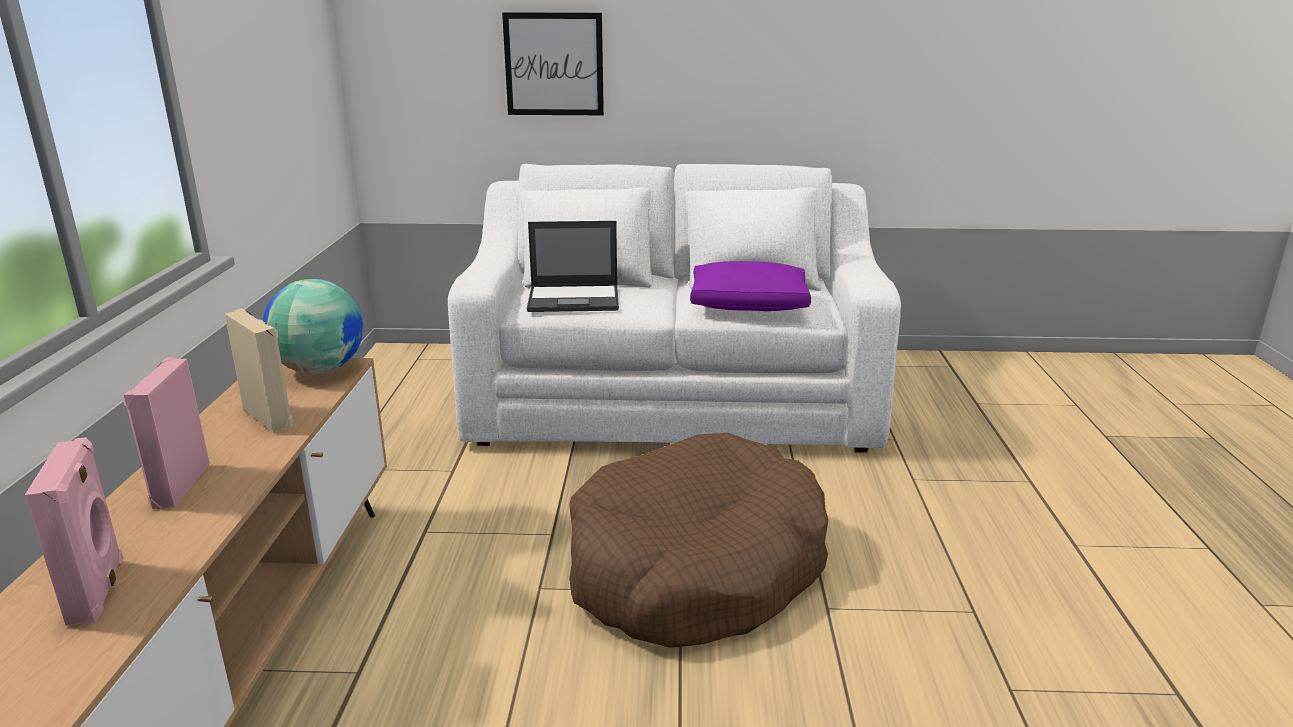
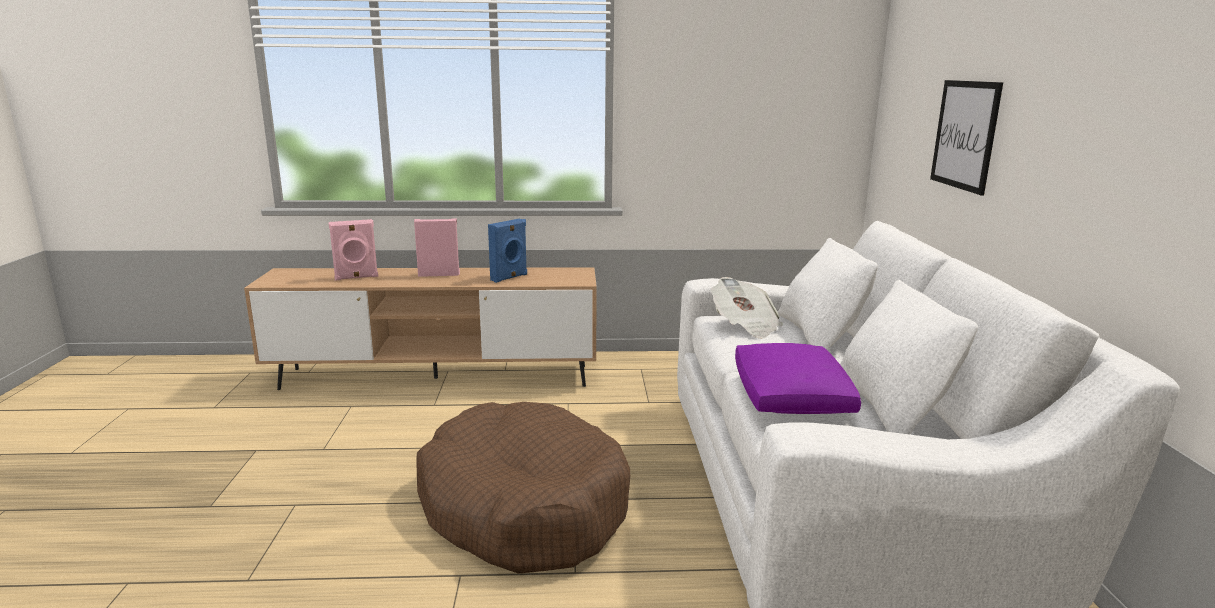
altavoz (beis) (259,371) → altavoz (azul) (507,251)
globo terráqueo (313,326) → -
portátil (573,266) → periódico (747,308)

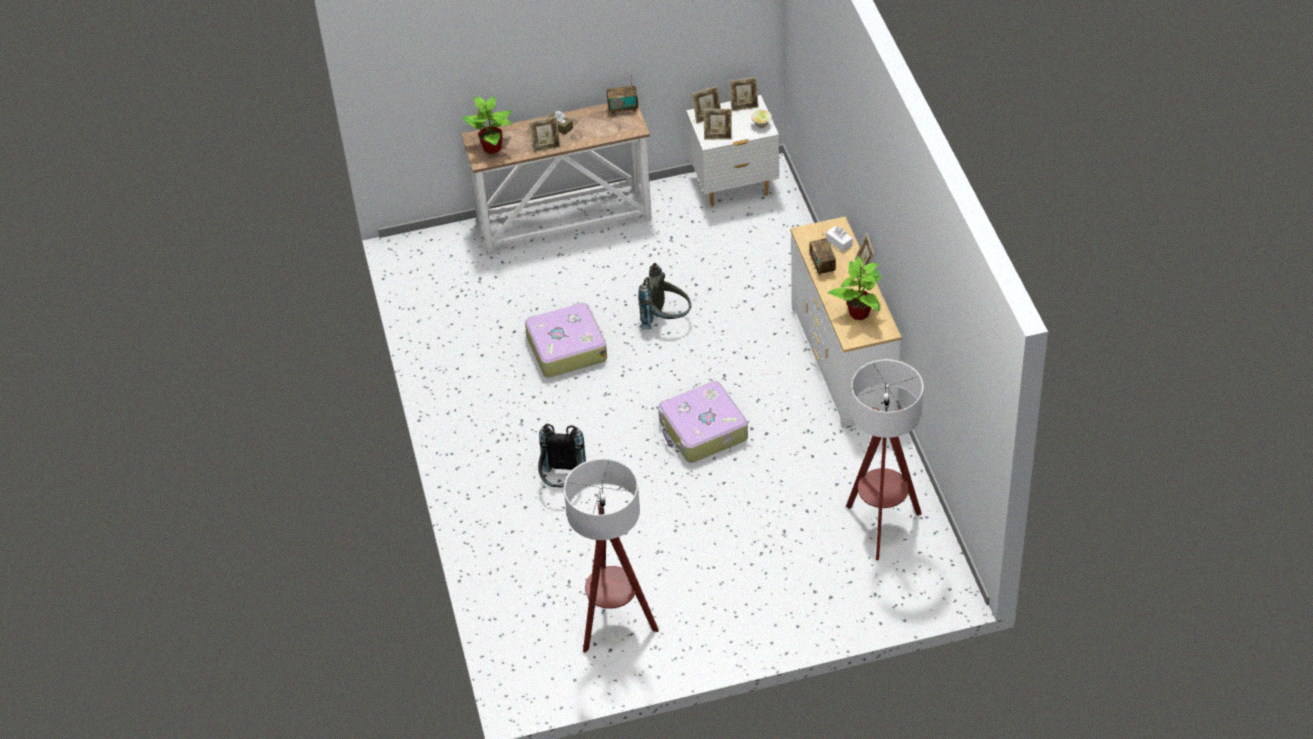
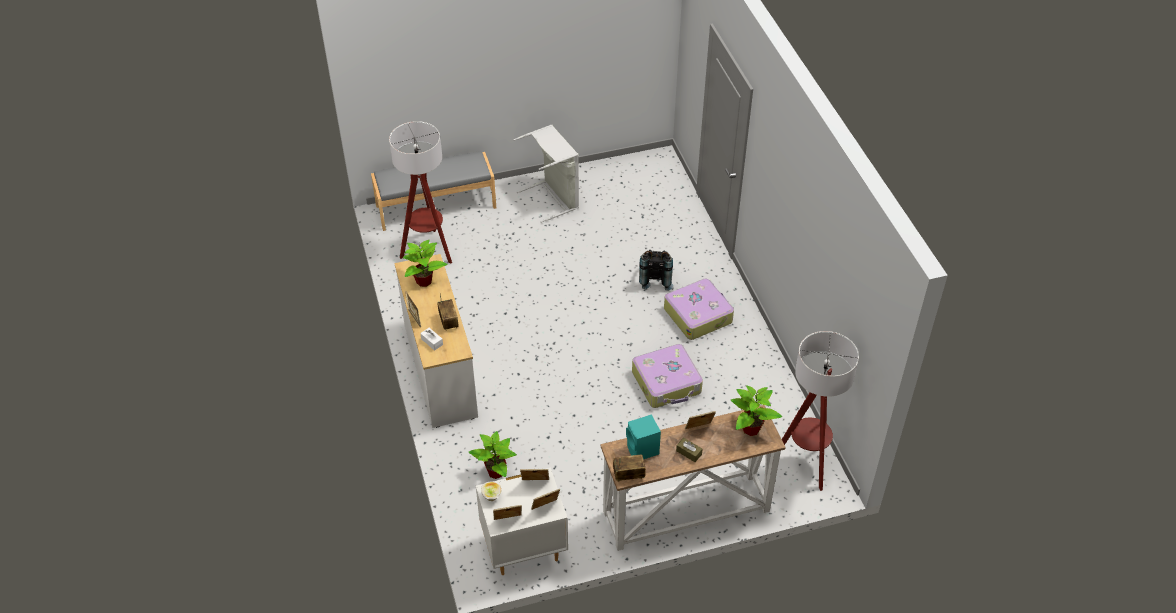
lámpara de pie (611,555) → lámpara de pie (820,411), moved
mochila (gris) (664,296) → -
maleta (703,422) → maleta (699,309), moved
- → banco (gris) (433,191)
- → planta en maceta (493,455)
- → cesto de la ropa (gris) (546,174)
- → altavoz (turquesa) (643,436)

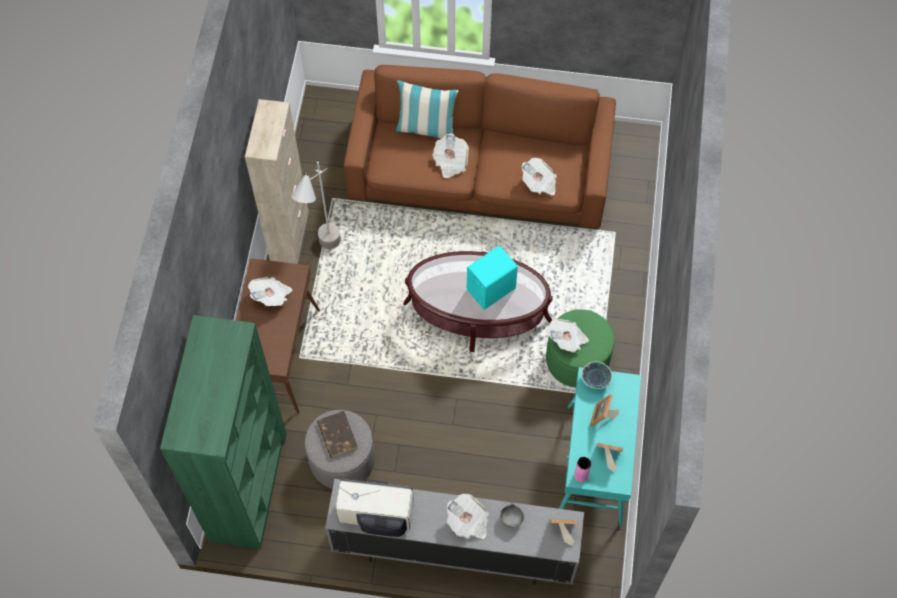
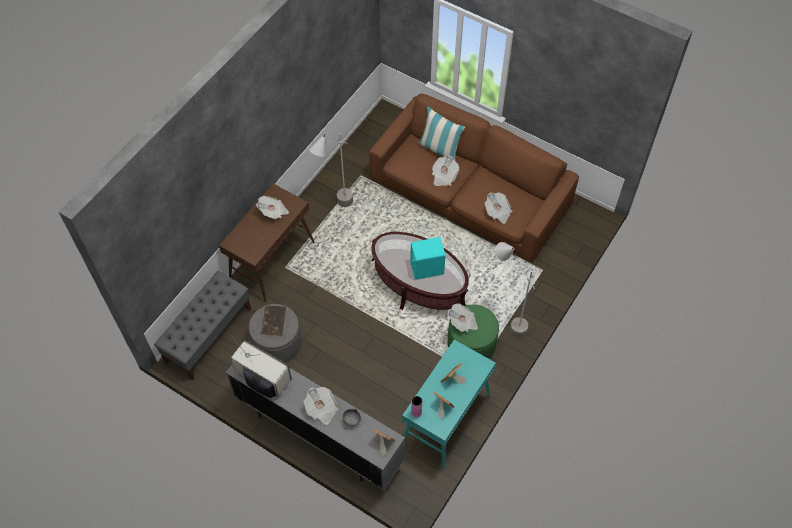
estantería (verde) (223,432) → banco (gris) (202,325)
armario (beis) (277,181) → -
cuenco (596,375) → -
- → lámpara de pie (gris) (515,290)

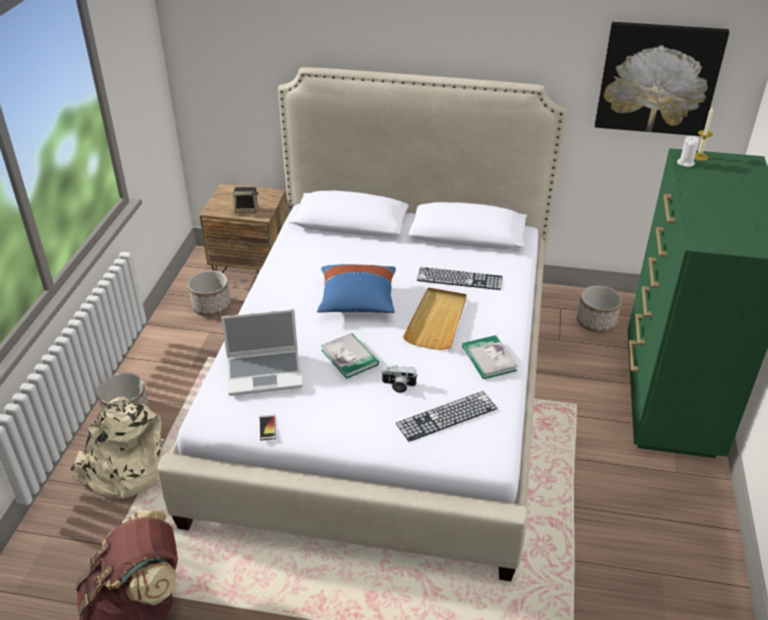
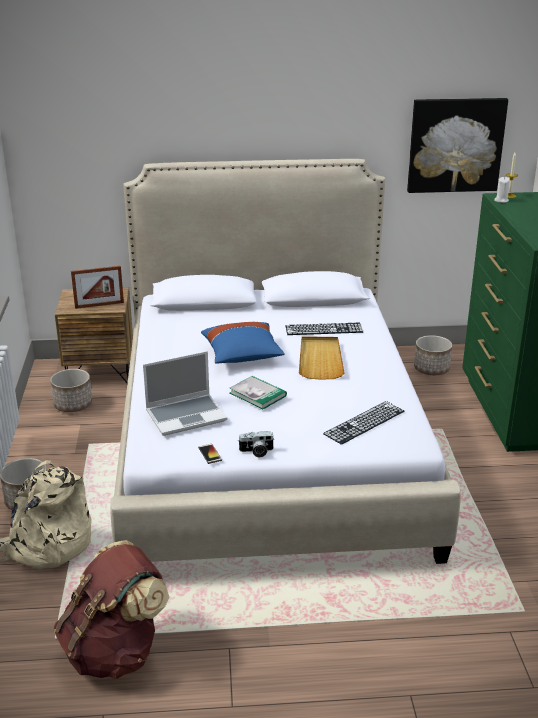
altavoz (245,200) → portarretratos (97,287)
cámara (399,379) → cámara (257,444), moved
libro (490,357) → -

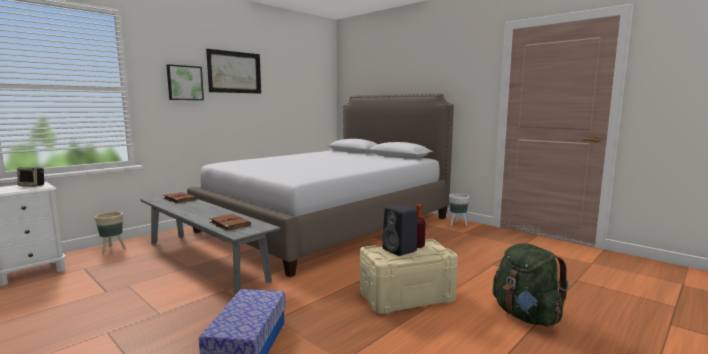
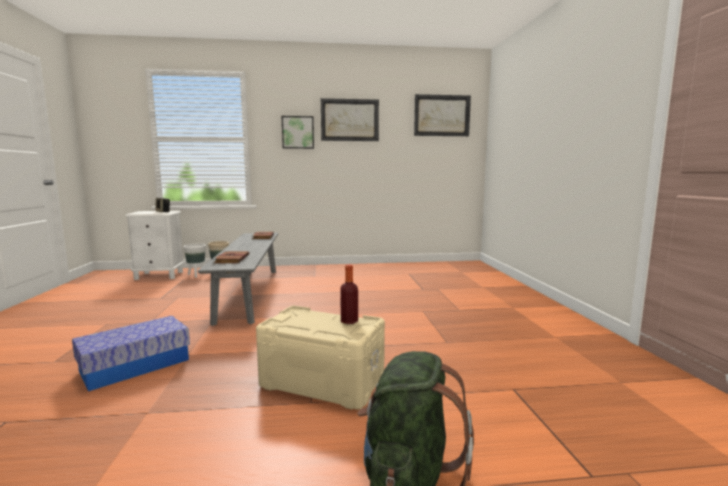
cama (320,185) → -
altavoz (negro) (399,230) → -
maceta (blanco) (459,210) → maceta (blanco) (194,260), moved
- → cuadro (442,115)

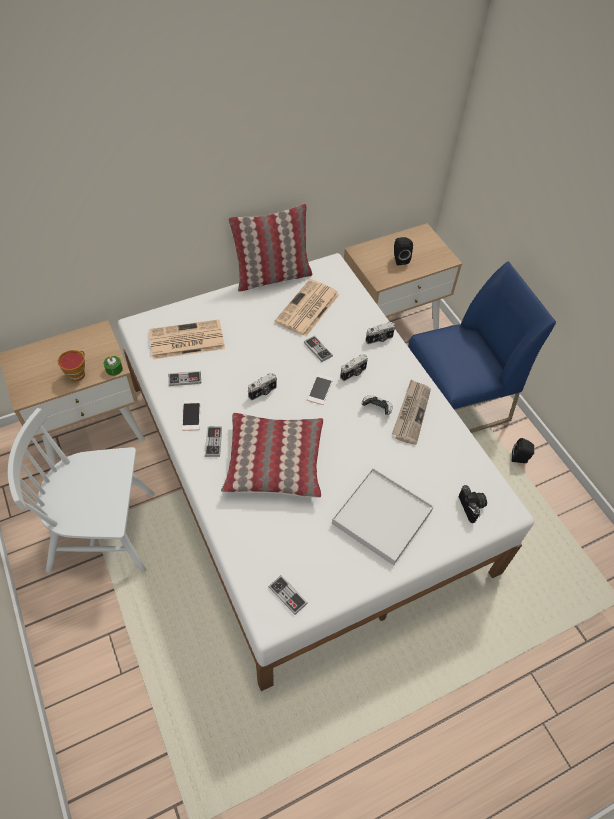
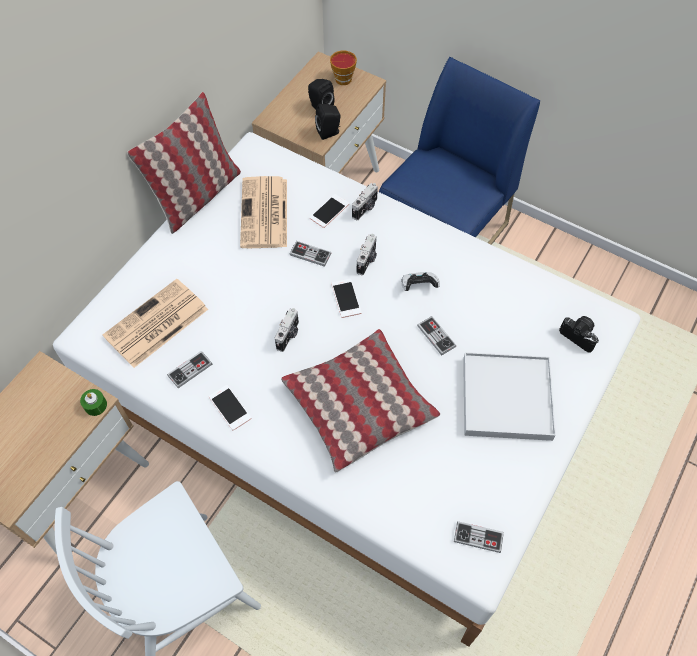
taza (71,366) → taza (343,68), moved
mando de consola (213,442) → mando de consola (436,336), moved
periódico (411,412) → -
altavoz (negro) (523,450) → altavoz (negro) (328,122), moved
- → móvil (329,211)

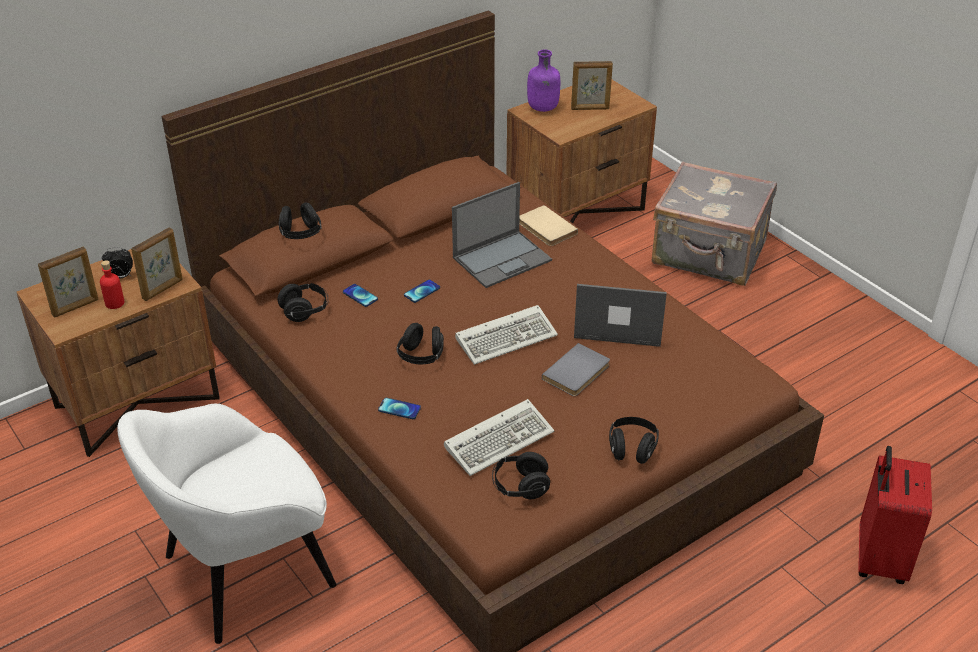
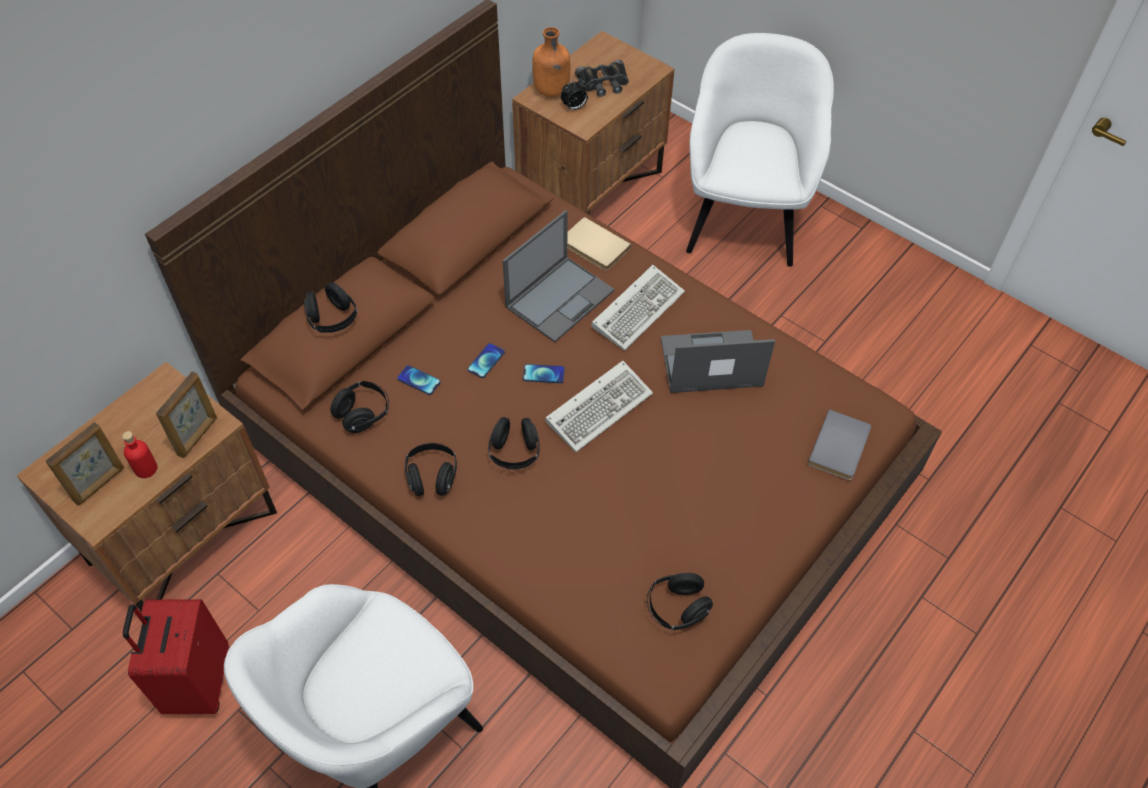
despertador (117,263) → despertador (574,94), moved
móvil (399,408) → móvil (543,373), moved
teclado (499,437) → teclado (638,308), moved
botella (morado) (543,81) → botella (naranja) (551,62)
libro (gris) (576,369) → libro (gris) (839,444), moved
portarretratos (592,85) → prismáticos (negro) (602,78)
auriculares (negro) (634,440) → auriculares (negro) (431,469), moved
maleta (gris) (714,224) → sillón (blanco) (760,150)
maleta (rojo) (895,515) → maleta (rojo) (176,656), moved

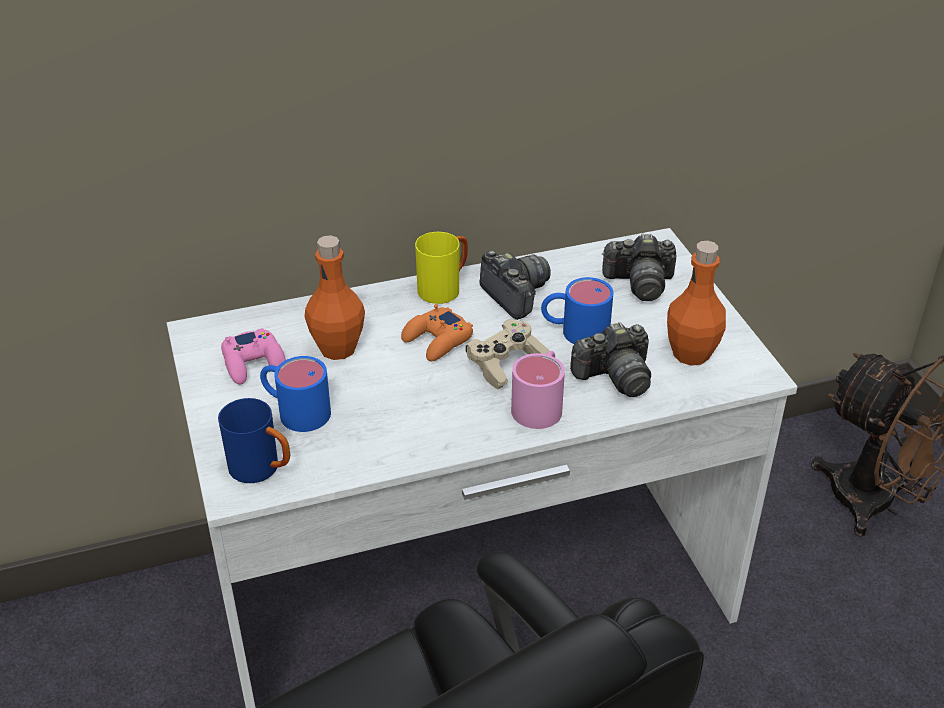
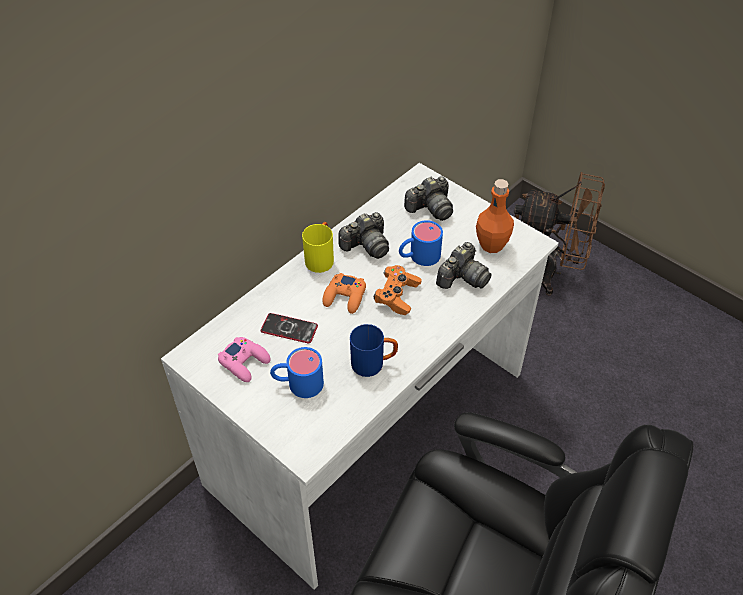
taza grande (azul) (254,440) → taza grande (azul) (374,350), moved
botella (naranja) (334,298) → móvil (289,328)
mando de consola (beis) (507,354) → mando de consola (naranja) (397,290)
cámara (515,285) → cámara (363,235), 120 degrees clockwise
taza grande (rosa) (538,390) → -

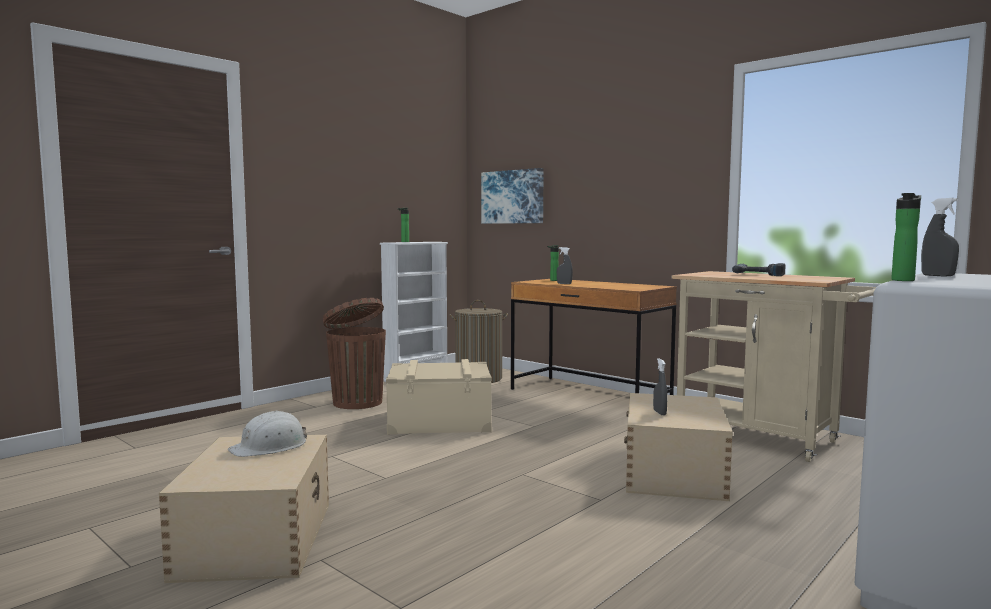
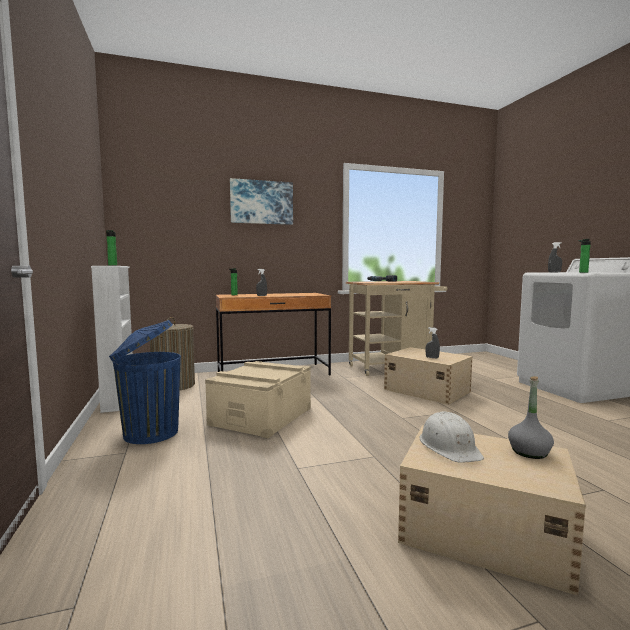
papelera (marrón) (354,353) → papelera (azul) (145,382)
cuadro (512,196) → cuadro (261,201), moved
- → botella (gris) (531,417)

